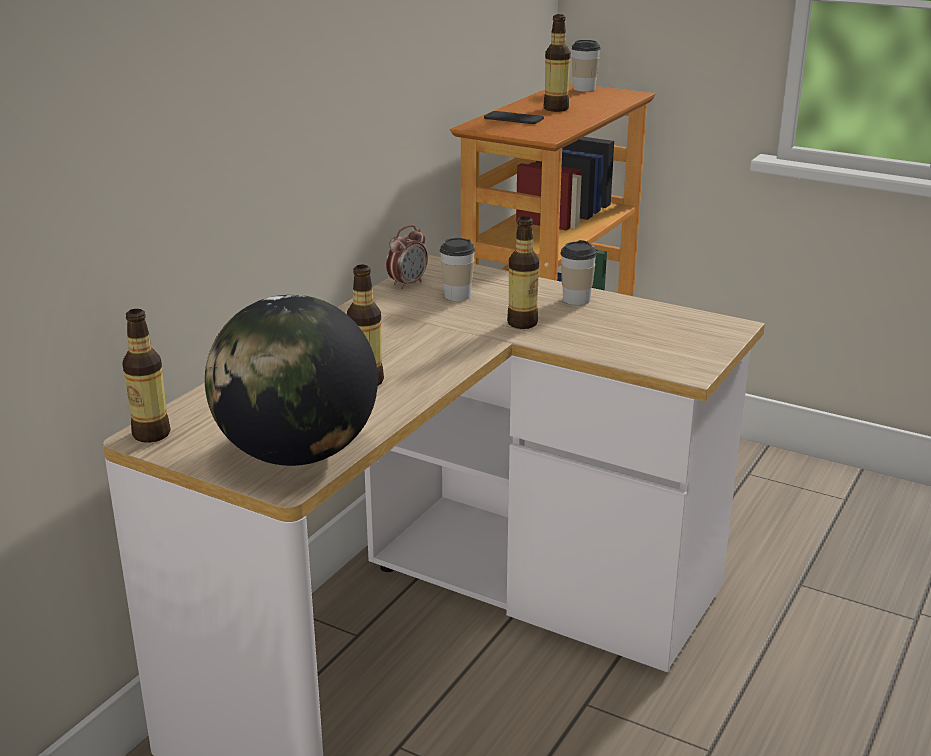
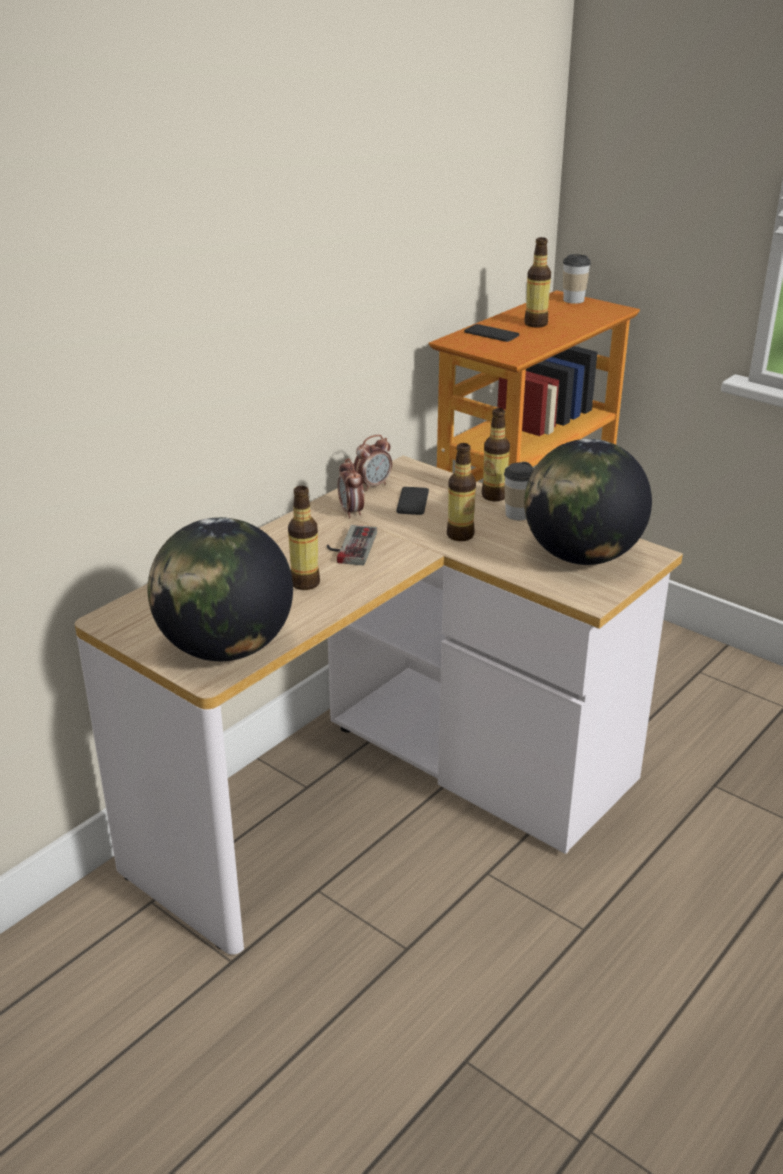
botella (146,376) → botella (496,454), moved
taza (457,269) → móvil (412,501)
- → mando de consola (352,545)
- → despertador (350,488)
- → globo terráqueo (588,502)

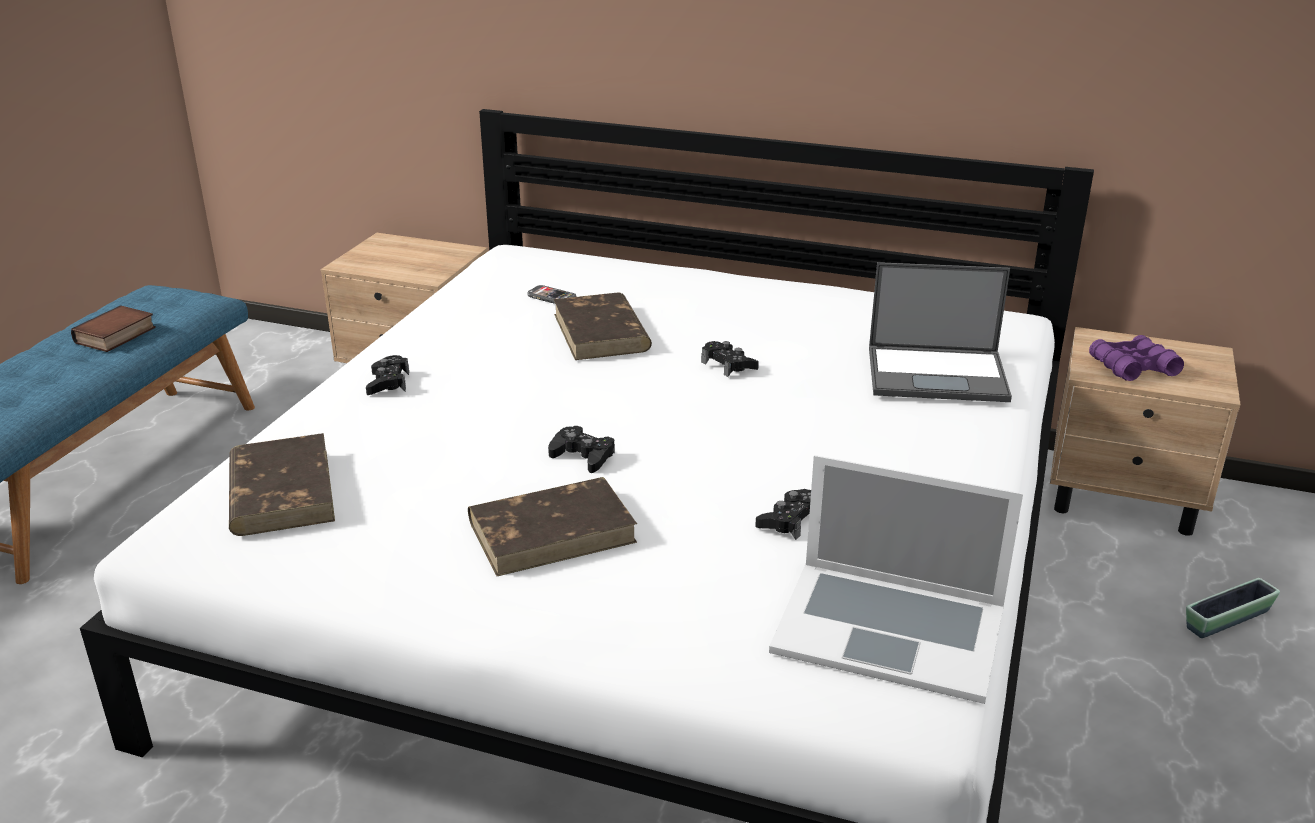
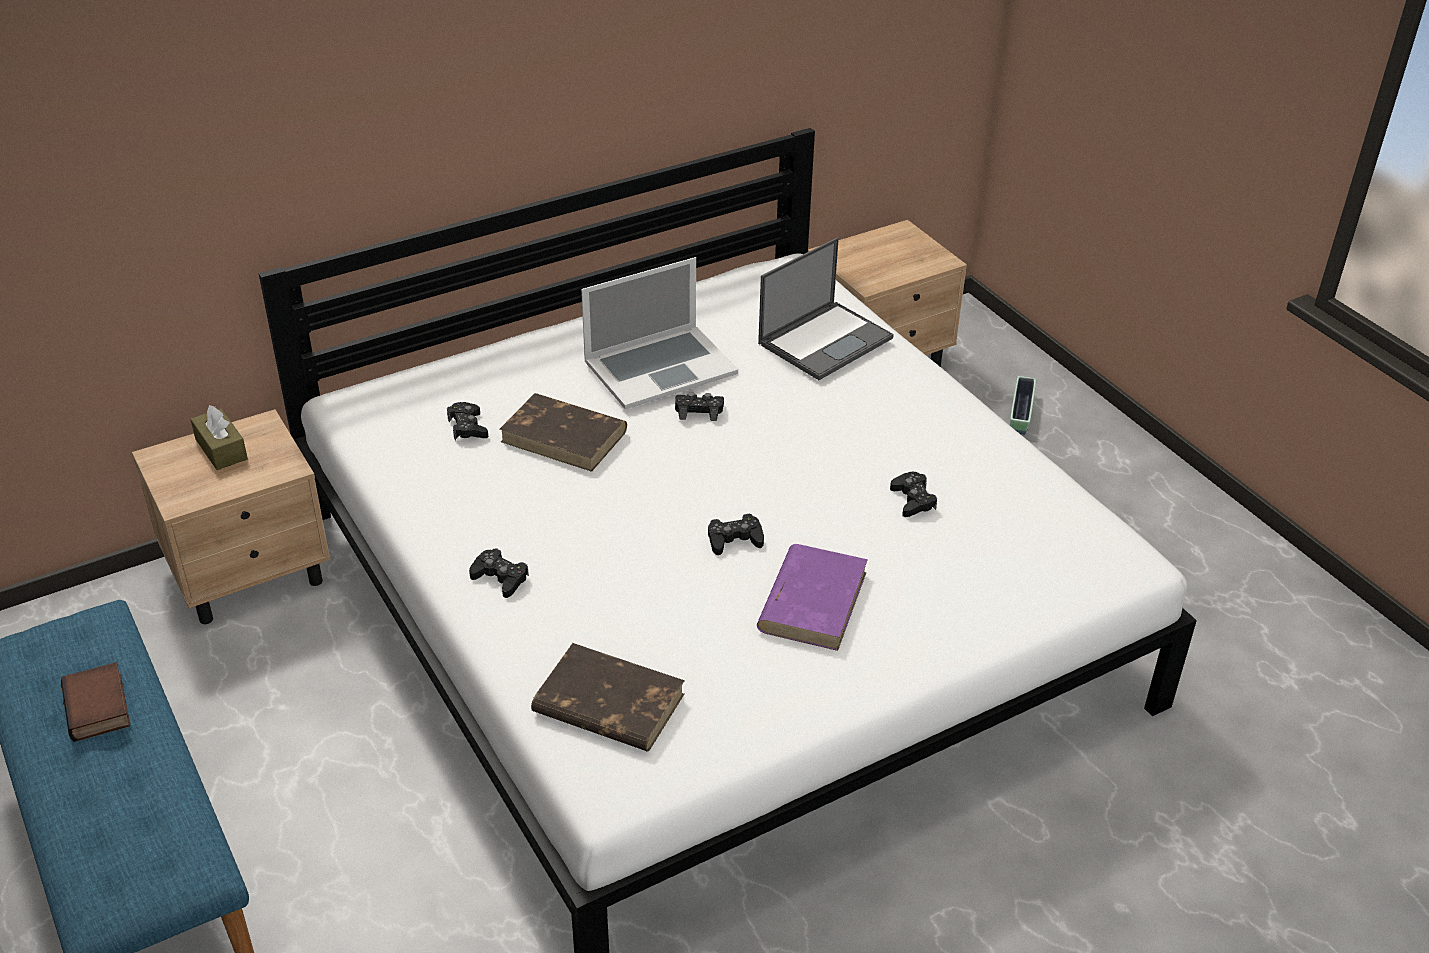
libro (marrón) (552,526) → libro (morado) (812,597)
móvil (552,294) → mando de consola (negro) (467,421)
portátil (896,579) → portátil (659,333), moved
prismáticos (morado) (1136,358) → -
- → caja de pañuelos (marrón) (219,437)

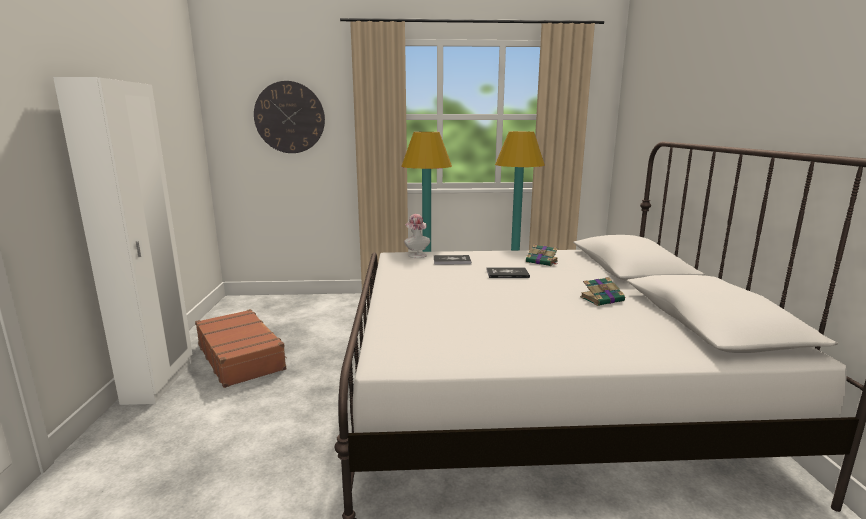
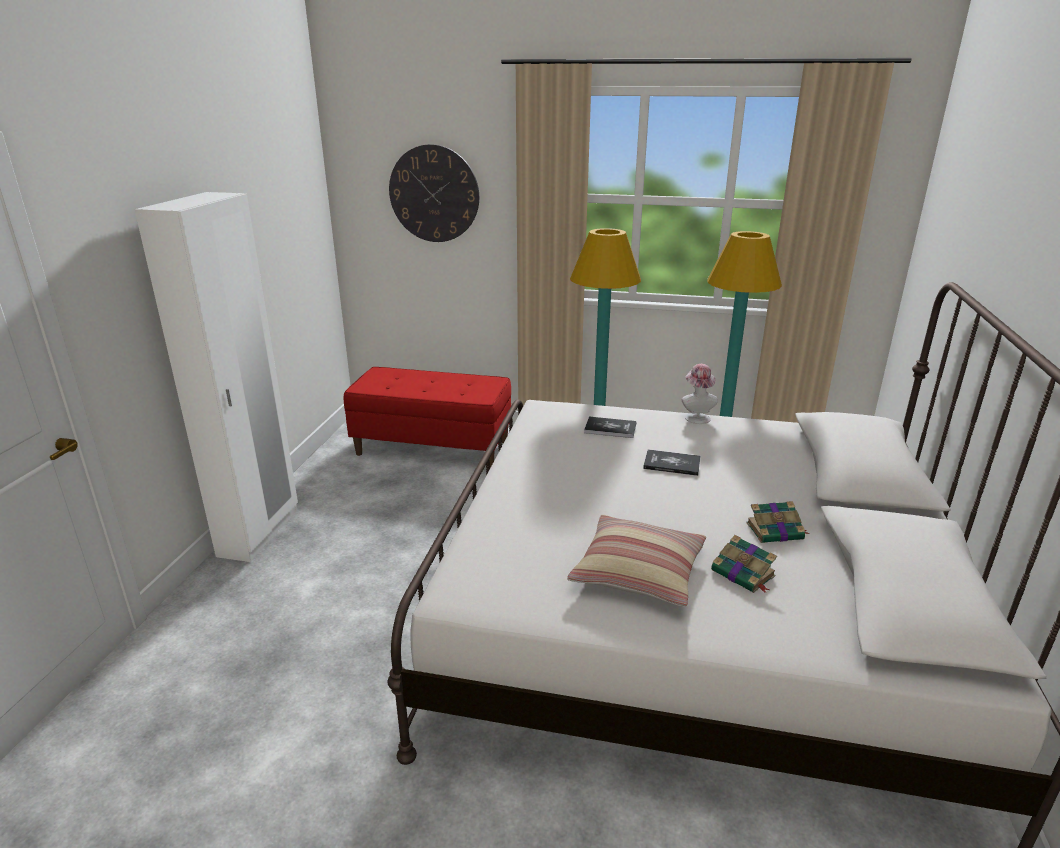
maleta (marrón) (240,348) → -
sombrero (417,236) → sombrero (699,394), moved
libro (542,255) → libro (744,564), moved
- → banco (rojo) (427,417)
- → cojín (636,561)

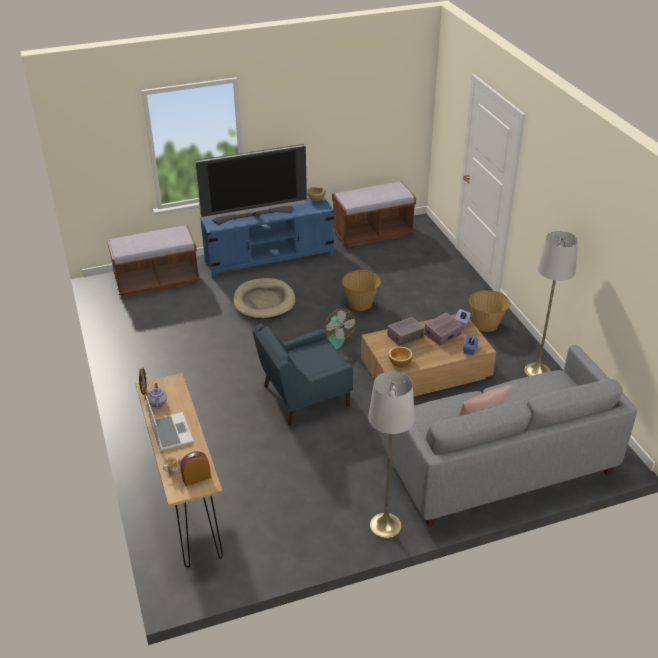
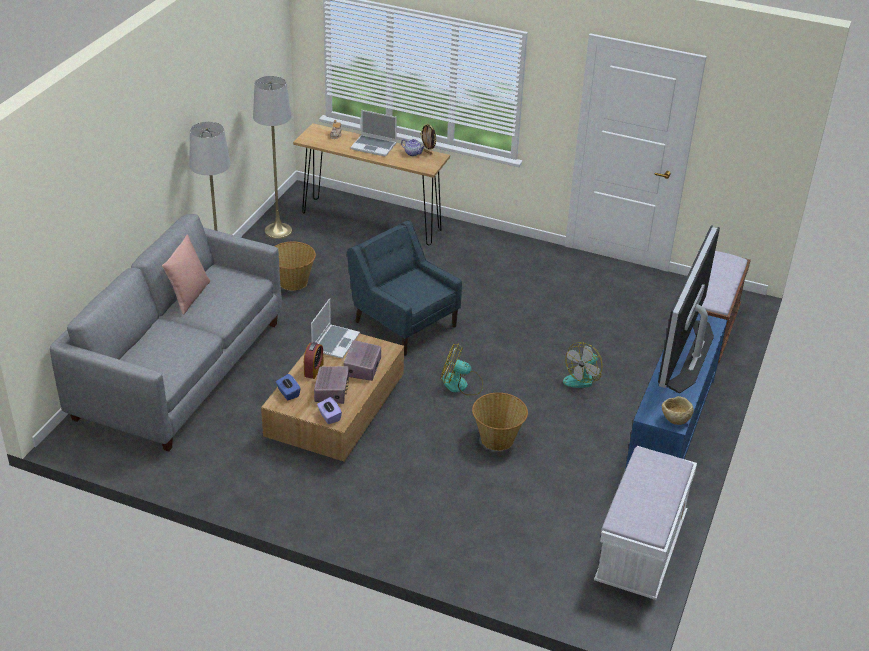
despertador (195,468) → despertador (314,360), moved
cama para perro (beis) (264,298) → ventilador (583,365)
sillón (azul) (302,374) → sillón (azul) (404,288), 60 degrees counterclockwise
banco (marrón) (374,214) → banco (blanco) (645,523)
cuenco (401,356) → portátil (335,329)
cesta (489,311) → cesta (295,266), moved
lámpara de pie (gris) (551,304) → lámpara de pie (gris) (272,157), moved

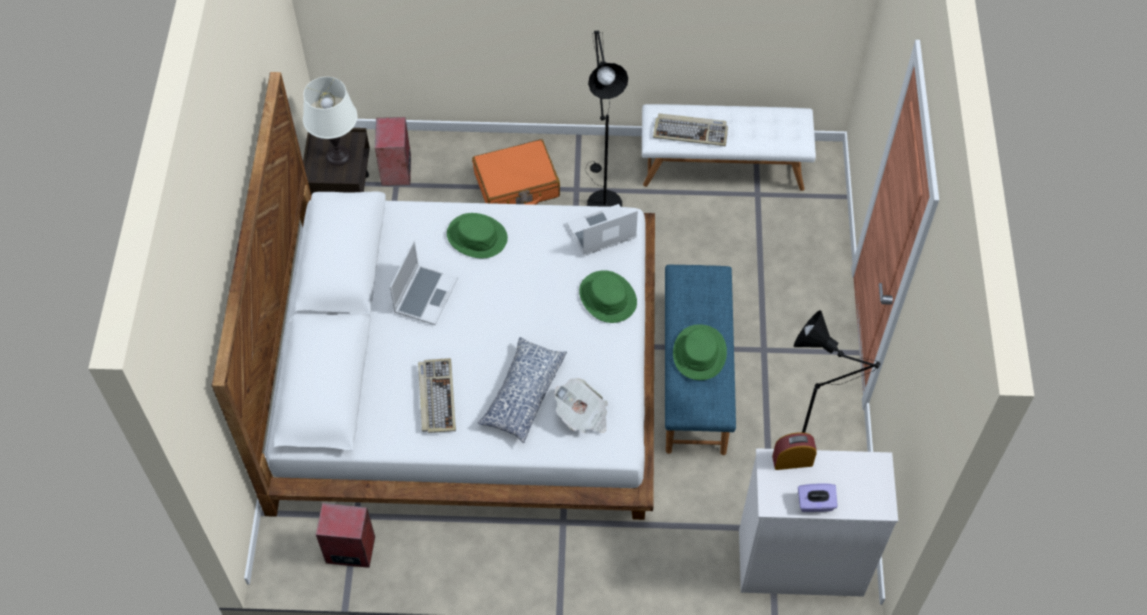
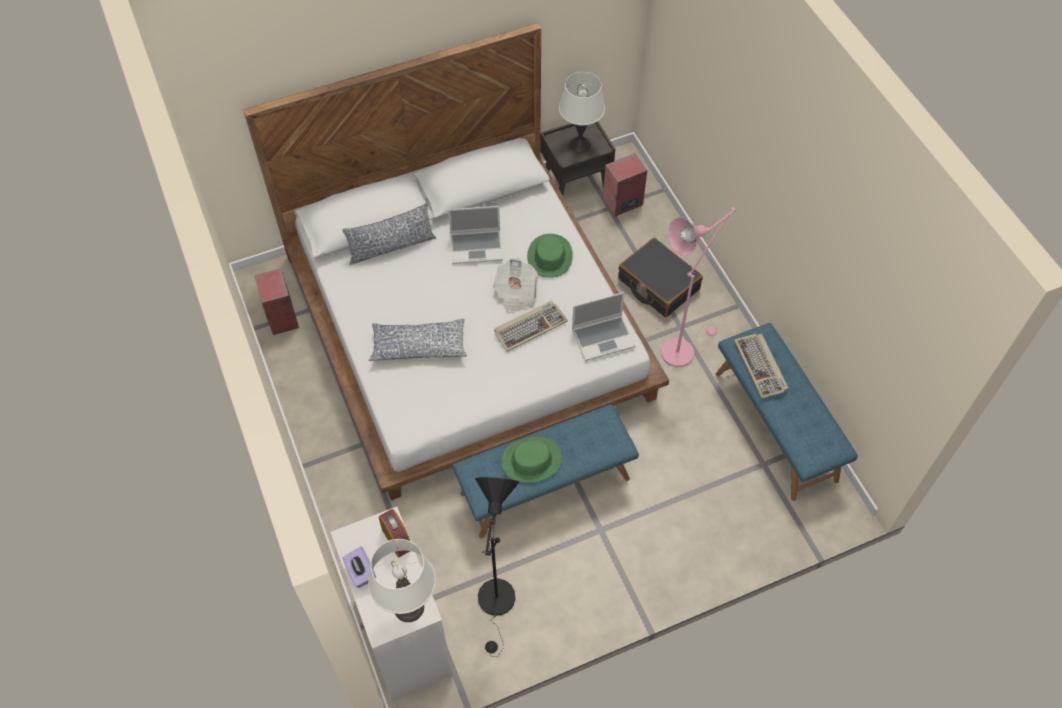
teclado (437,395) → teclado (531,326), moved
maleta (naranja) (516,172) → maleta (negro) (660,277)
periódico (581,405) → periódico (515,285), moved
portátil (602,230) → portátil (604,326), 120 degrees clockwise
sombrero (verde) (608,296) → -
lámpara de pie (negro) (606,118) → lámpara de pie (rosa) (698,287)
banco (blanco) (729,147) → banco (azul) (787,412)
- → cojín (389,234)
- → lámpara de mesa (blanco) (402,580)

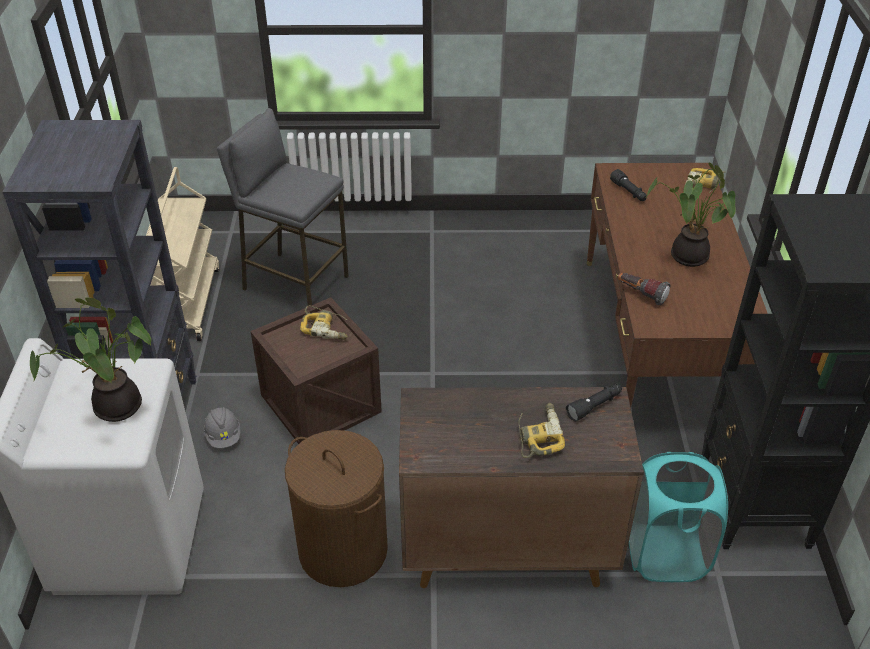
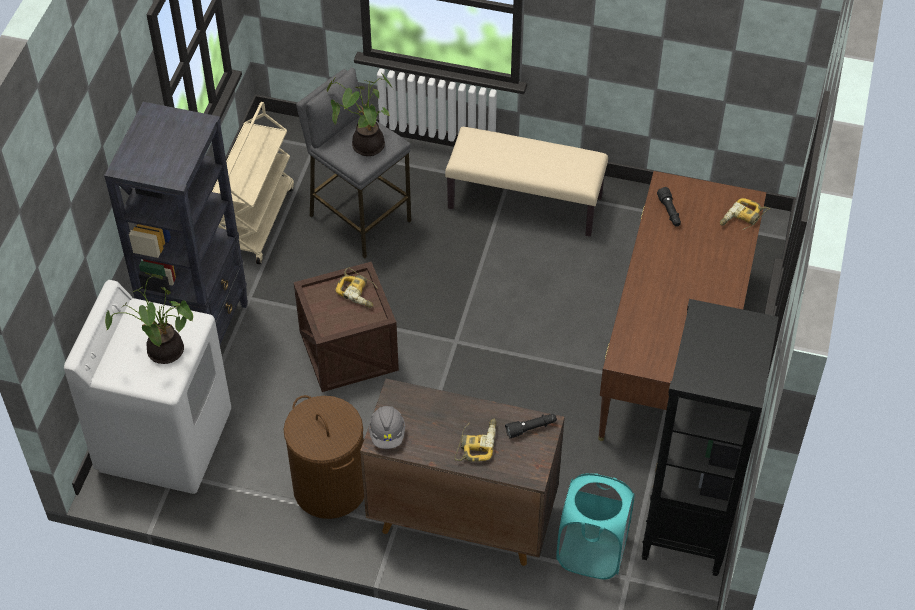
casco (gris) (221,427) → casco (gris) (387,427), moved
linterna (643,289) → -
planta en maceta (691,214) → planta en maceta (359,114), moved
- → banco (beis) (526,182)

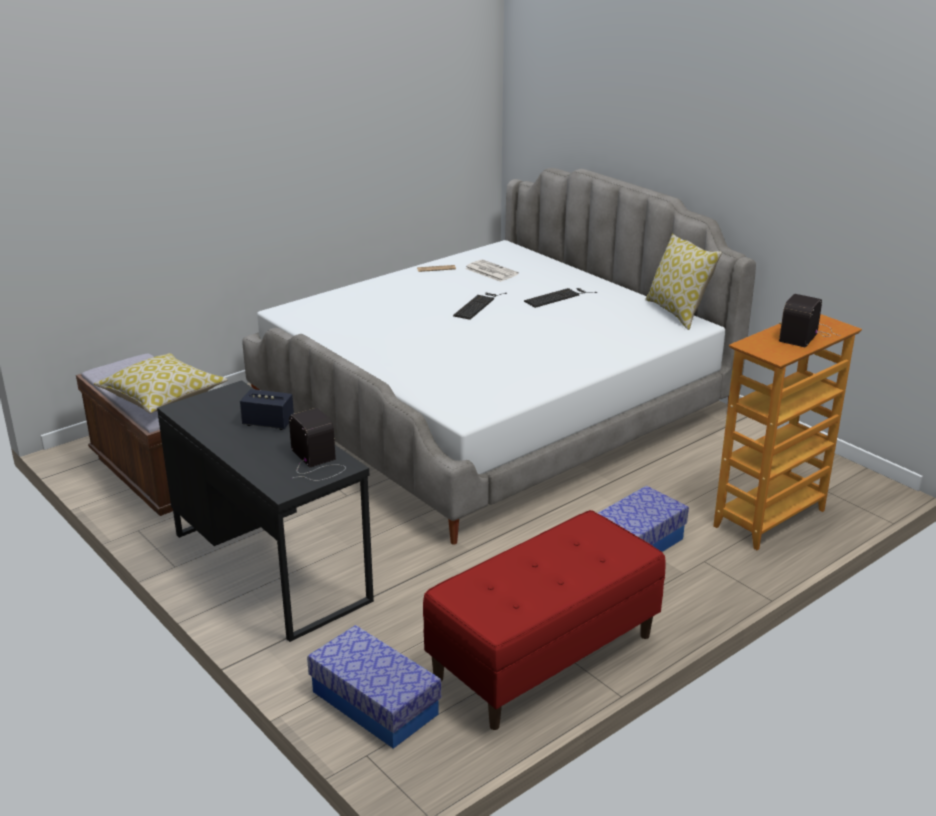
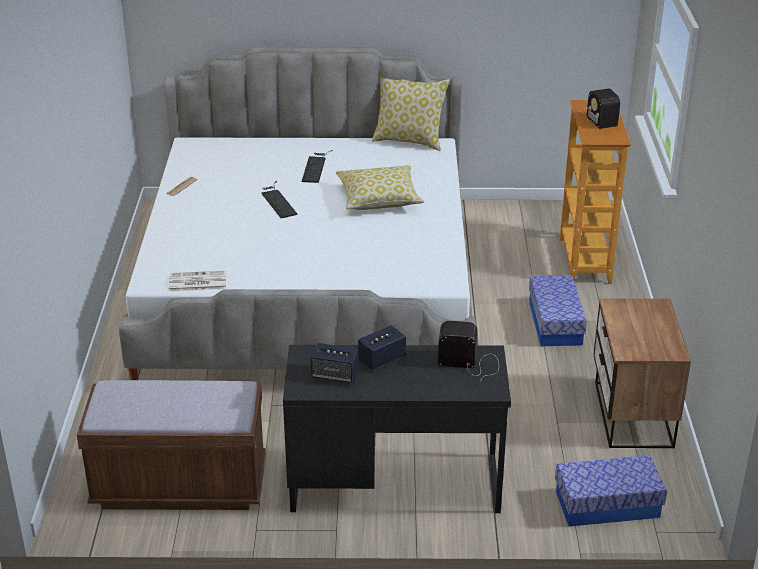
cojín (161,383) → cojín (380,187), moved
banco (rojo) (544,620) → mesita de noche (642,373)
periódico (492,270) → periódico (197,281), moved
- → altavoz (334,363)

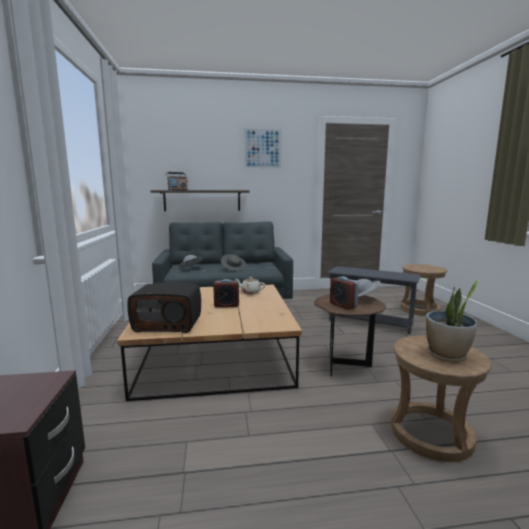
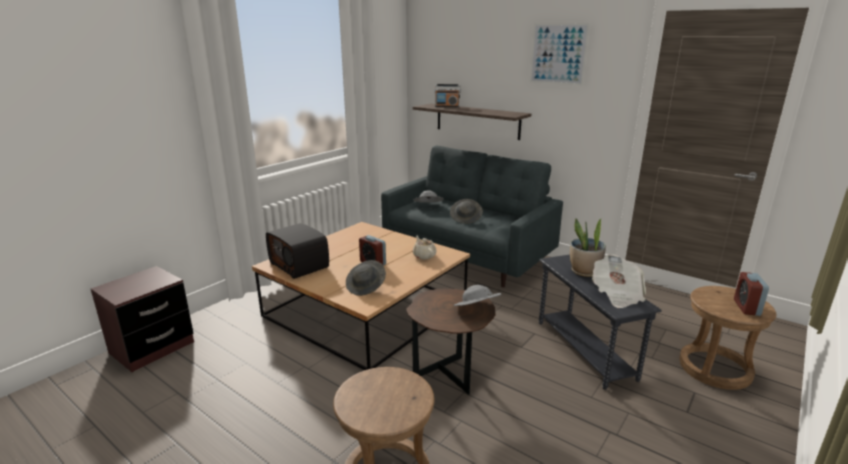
despertador (344,293) → despertador (751,294), moved
planta en maceta (454,320) → planta en maceta (588,247), moved
- → sombrero (gris) (366,278)
- → periódico (619,281)

